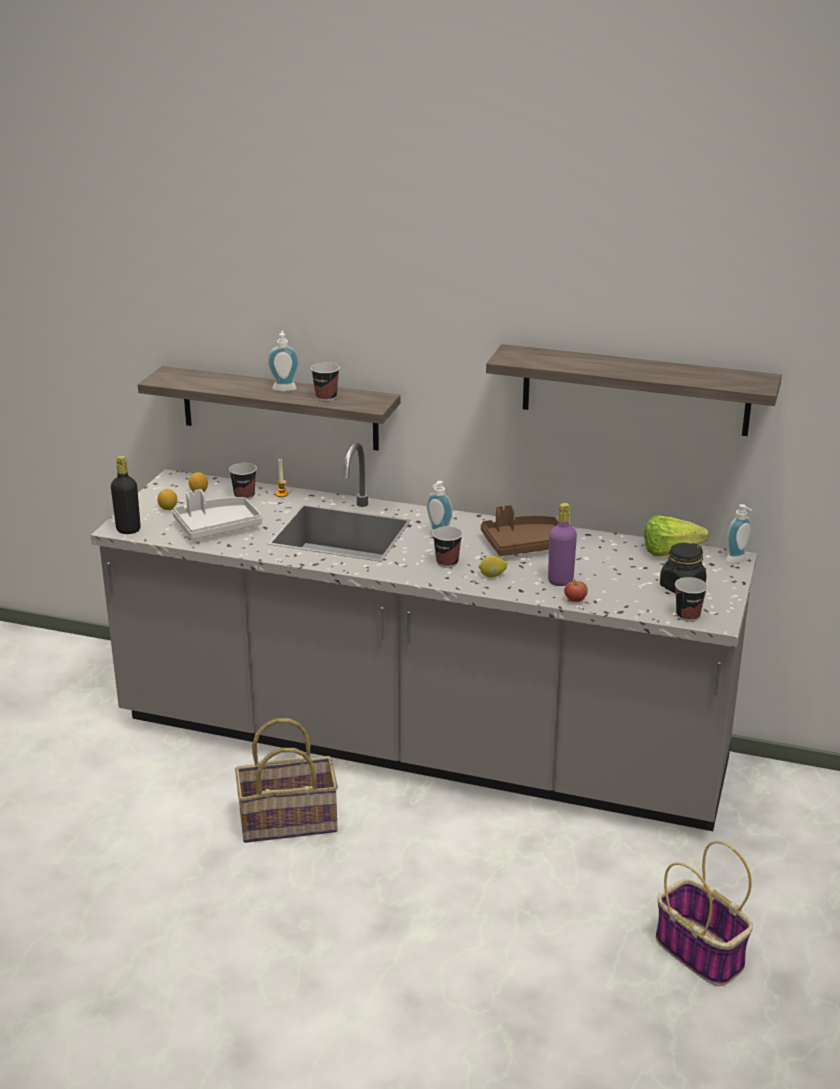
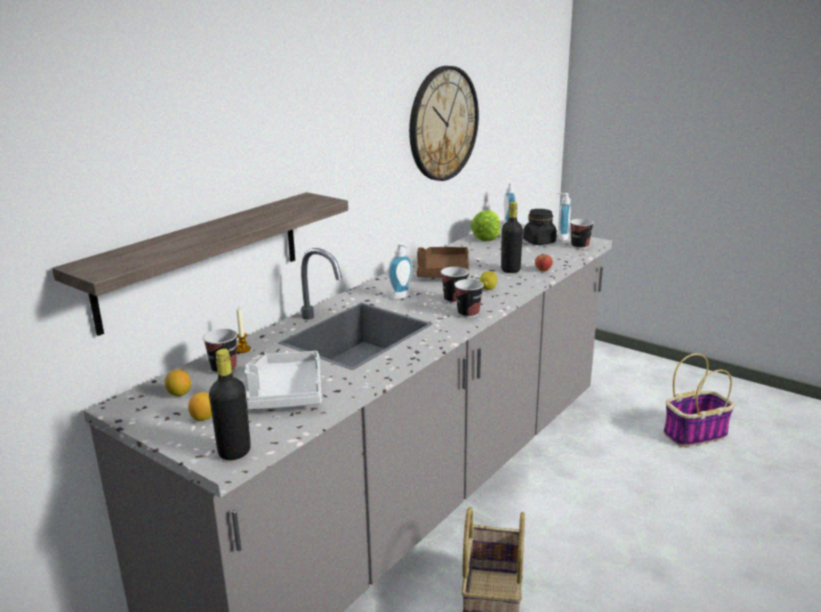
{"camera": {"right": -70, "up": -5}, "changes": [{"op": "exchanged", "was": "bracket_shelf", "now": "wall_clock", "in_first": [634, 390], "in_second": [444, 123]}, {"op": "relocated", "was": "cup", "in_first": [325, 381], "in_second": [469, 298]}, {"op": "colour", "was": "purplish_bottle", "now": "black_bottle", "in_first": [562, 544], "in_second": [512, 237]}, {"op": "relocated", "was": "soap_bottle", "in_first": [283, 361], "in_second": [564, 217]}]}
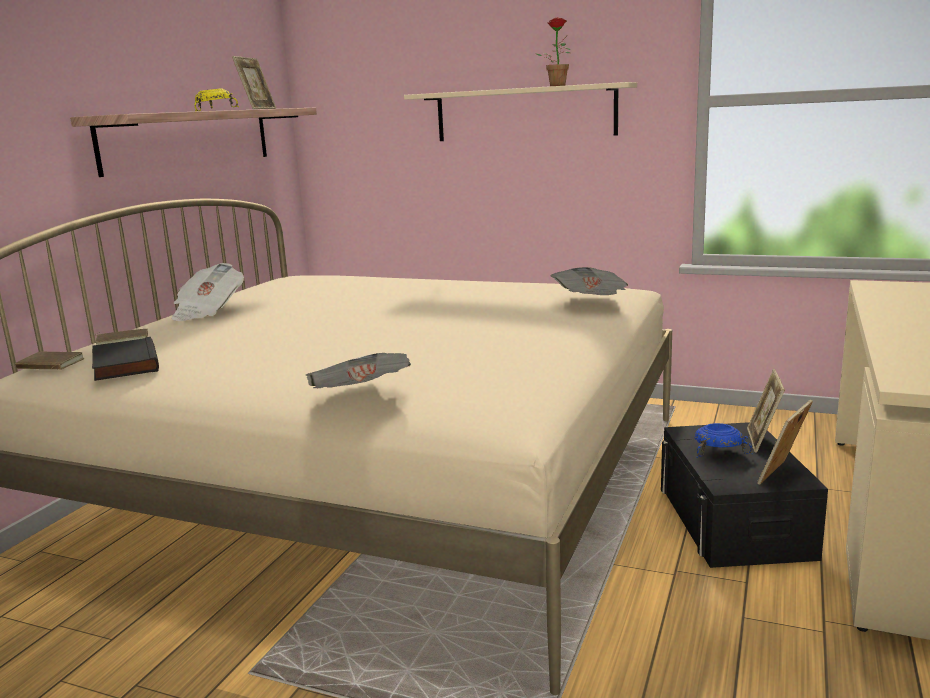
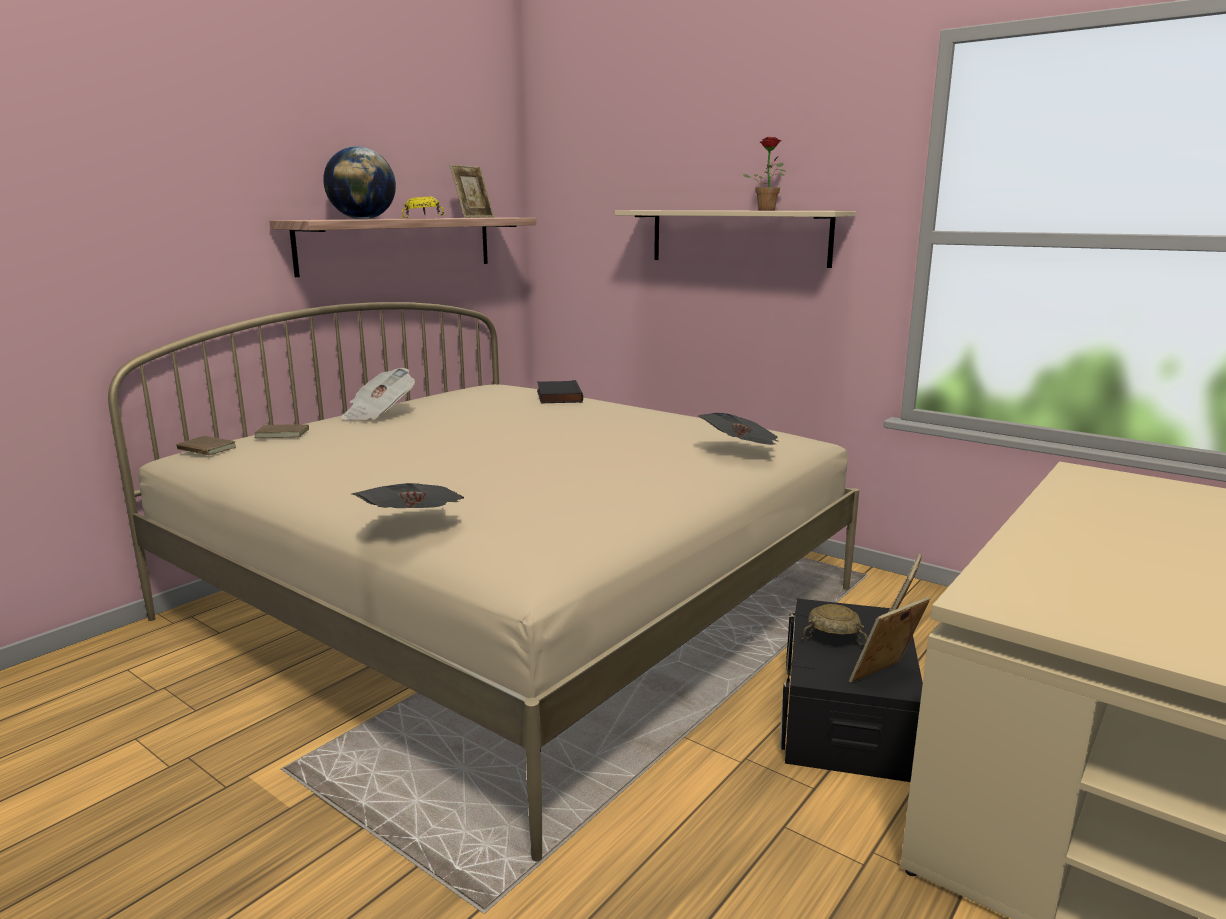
{"camera": {"right": 15, "up": 0}, "changes": [{"op": "appeared", "now": "desk_globe", "in_second": [359, 182]}, {"op": "relocated", "was": "black_book", "in_first": [125, 359], "in_second": [560, 391]}, {"op": "colour", "was": "blue_serving_bowl", "now": "beige_serving_bowl", "in_first": [723, 440], "in_second": [834, 624]}]}
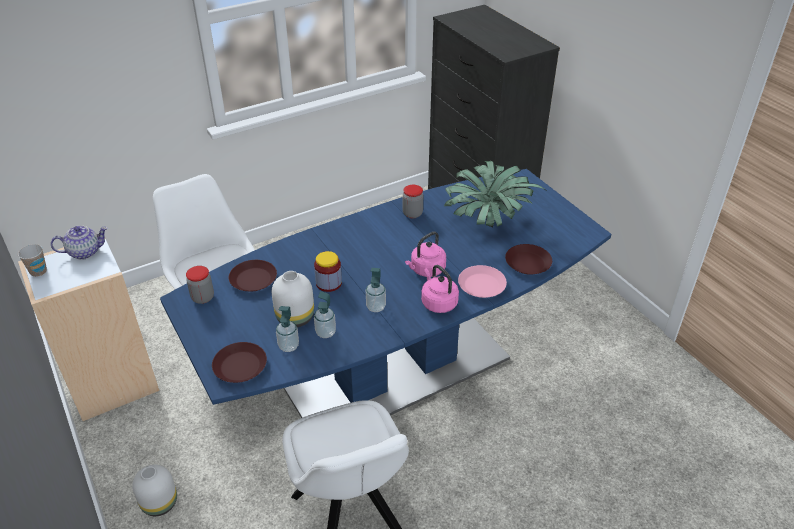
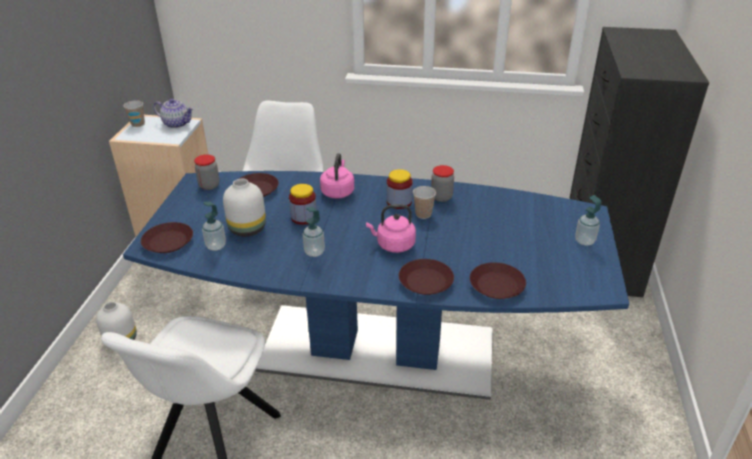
{"camera": {"right": 40, "up": -5}, "changes": [{"op": "relocated", "was": "pink-coloured_tea_kettle", "in_first": [440, 289], "in_second": [337, 176]}, {"op": "appeared", "now": "storage_jar", "in_second": [400, 189]}, {"op": "colour", "was": "pink-coloured_dinner_plate", "now": "brown_dinner_plate", "in_first": [482, 281], "in_second": [426, 277]}, {"op": "appeared", "now": "cup", "in_second": [424, 202]}, {"op": "relocated", "was": "soap_bottle", "in_first": [325, 314], "in_second": [588, 220]}, {"op": "missing", "was": "houseplant", "in_first": [495, 194]}]}
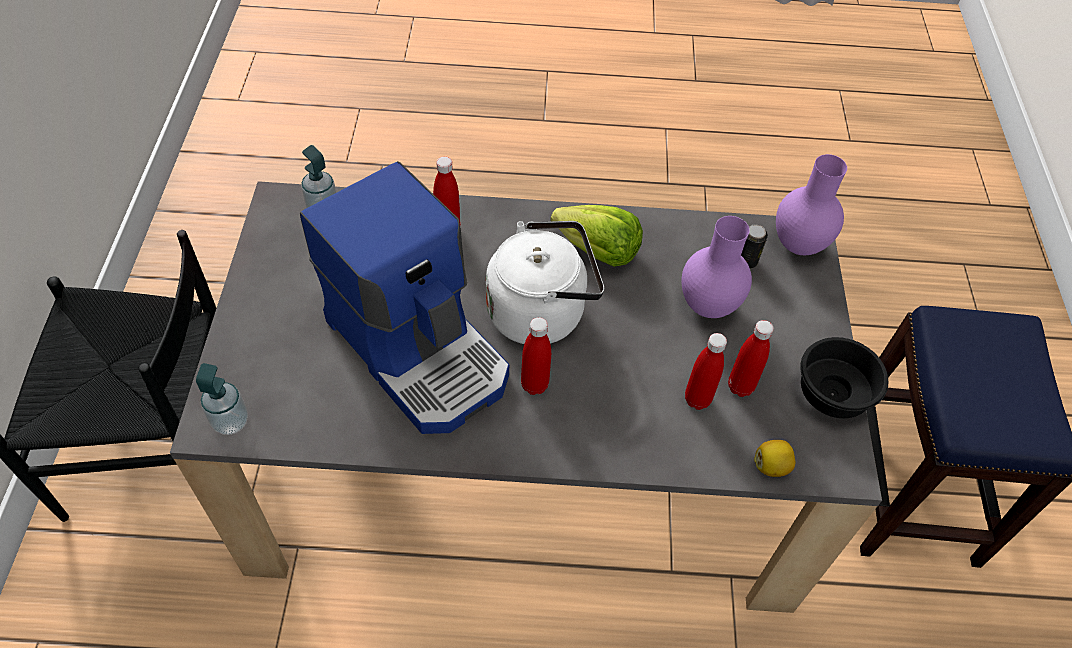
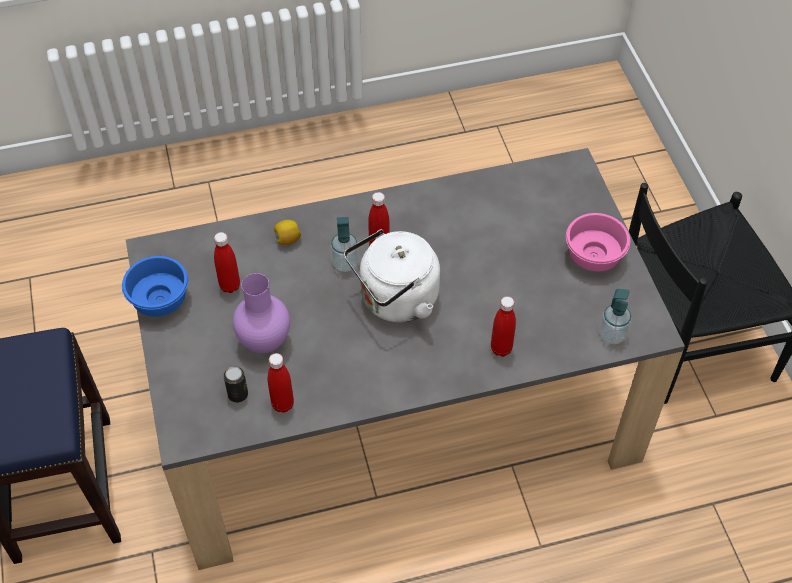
{"camera": {"right": 165, "up": 0}, "changes": [{"op": "colour", "was": "black_serving_bowl", "now": "blue_serving_bowl", "in_first": [844, 377], "in_second": [155, 286]}, {"op": "relocated", "was": "red-coloured_bottle", "in_first": [706, 371], "in_second": [281, 383]}, {"op": "relocated", "was": "lemon", "in_first": [774, 458], "in_second": [287, 232]}, {"op": "relocated", "was": "soap_bottle", "in_first": [222, 399], "in_second": [344, 244]}, {"op": "appeared", "now": "pink-coloured_serving_bowl", "in_second": [598, 242]}, {"op": "missing", "was": "coffee_maker", "in_first": [404, 297]}, {"op": "missing", "was": "head_of_lettuce", "in_first": [596, 236]}, {"op": "missing", "was": "purplish_vase", "in_first": [811, 204]}]}
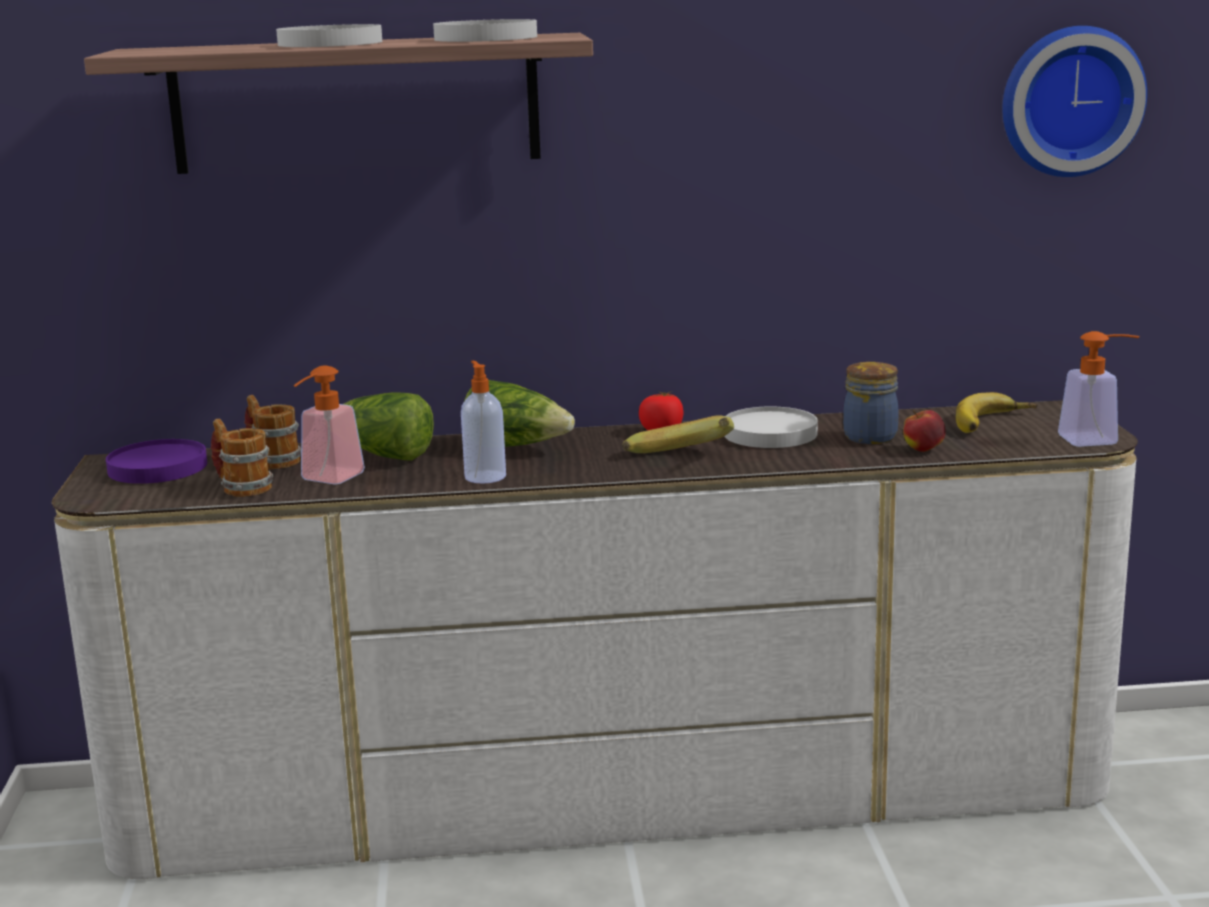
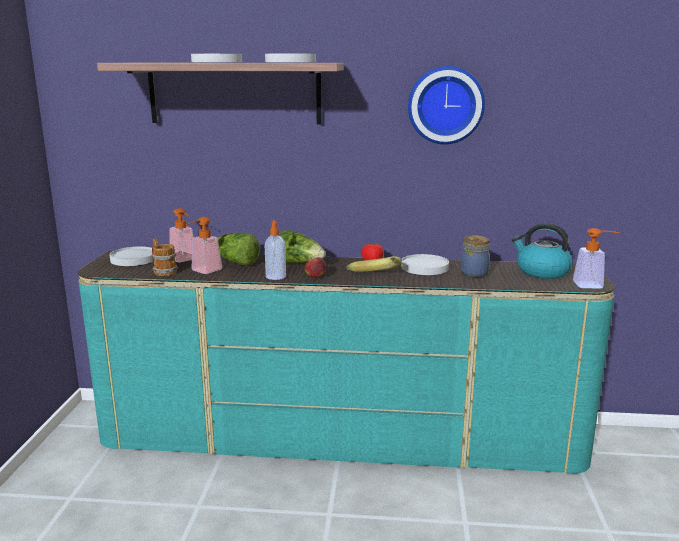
{"camera": {"right": 10, "up": 0}, "changes": [{"op": "colour", "was": "white-coloured_storage_cabinet", "now": "turquoise_storage_cabinet", "in_first": [595, 639], "in_second": [346, 362]}, {"op": "colour", "was": "purplish_dinner_plate", "now": "white-coloured_dinner_plate", "in_first": [156, 461], "in_second": [131, 256]}, {"op": "exchanged", "was": "tea_mug", "now": "soap_bottle", "in_first": [273, 432], "in_second": [181, 235]}, {"op": "relocated", "was": "whole_apple", "in_first": [924, 431], "in_second": [315, 267]}, {"op": "relocated", "was": "wall_clock", "in_first": [1074, 101], "in_second": [446, 105]}, {"op": "exchanged", "was": "banana_fruit", "now": "tea_kettle", "in_first": [996, 412], "in_second": [542, 251]}]}
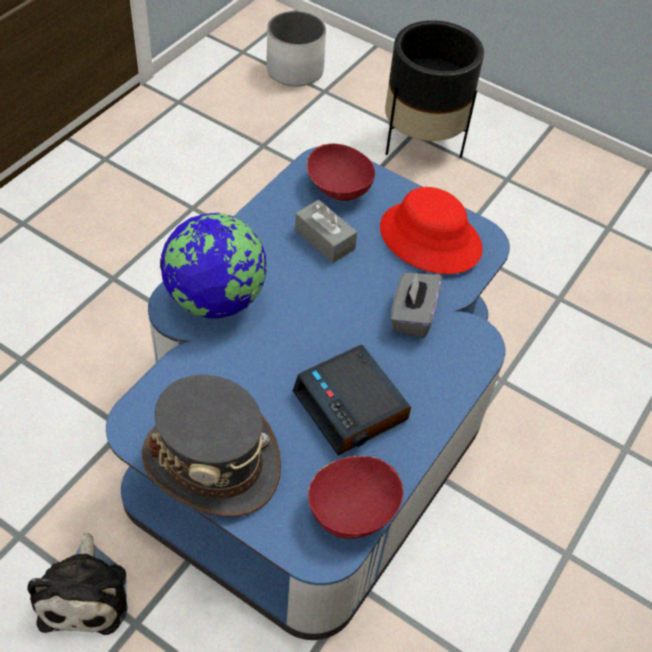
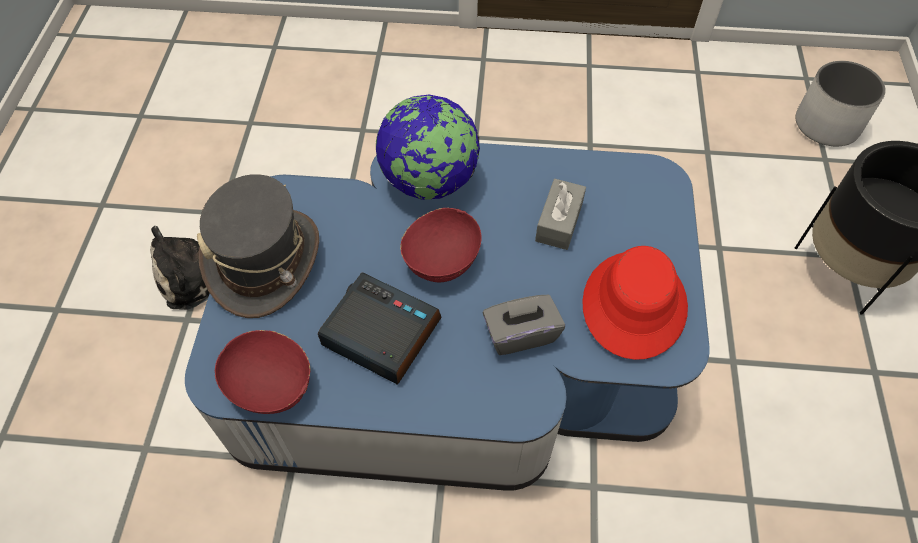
{"camera": {"right": 65, "up": 5}, "changes": [{"op": "spun", "was": "bedside_clock", "in_first": [352, 400], "in_second": [380, 328], "clockwise": 90}, {"op": "relocated", "was": "red-coloured_serving_bowl", "in_first": [341, 172], "in_second": [441, 245]}]}
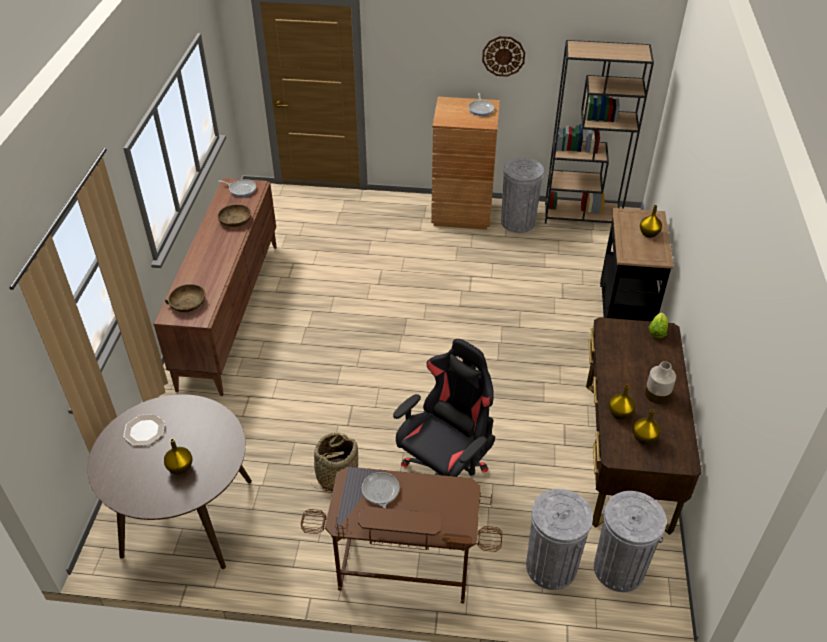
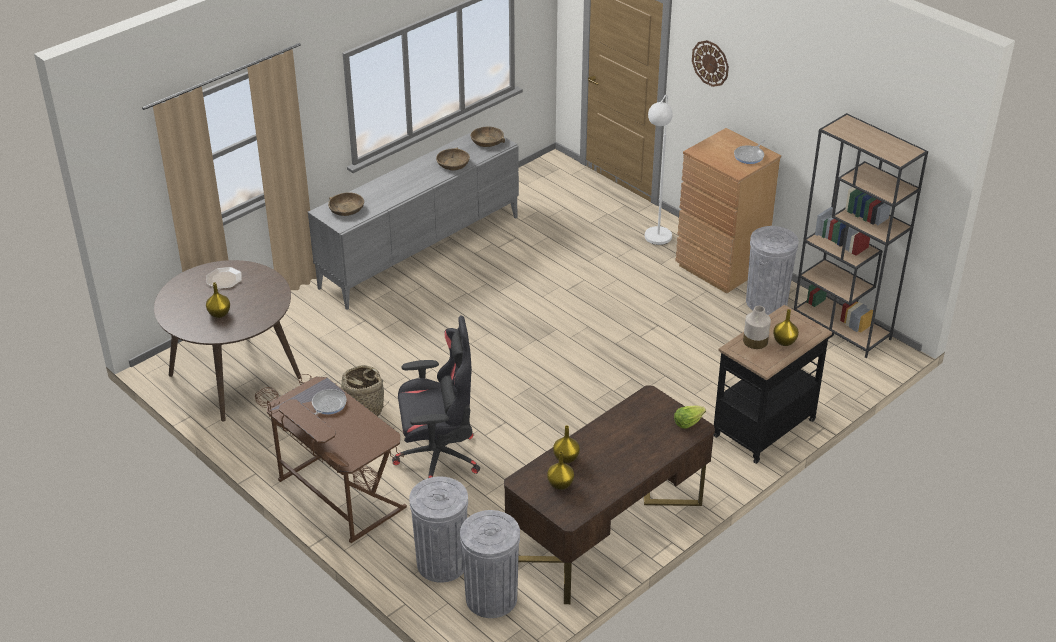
{"camera": {"right": 40, "up": -5}, "changes": [{"op": "colour", "was": "brown_storage_cabinet", "now": "gray_storage_cabinet", "in_first": [215, 287], "in_second": [413, 218]}, {"op": "exchanged", "was": "frying_pan", "now": "brown_serving_bowl", "in_first": [237, 188], "in_second": [487, 136]}, {"op": "appeared", "now": "white-coloured_standing_lamp", "in_second": [659, 170]}, {"op": "relocated", "was": "wall_clock", "in_first": [503, 56], "in_second": [710, 63]}, {"op": "relocated", "was": "beige_vase", "in_first": [660, 382], "in_second": [757, 327]}]}
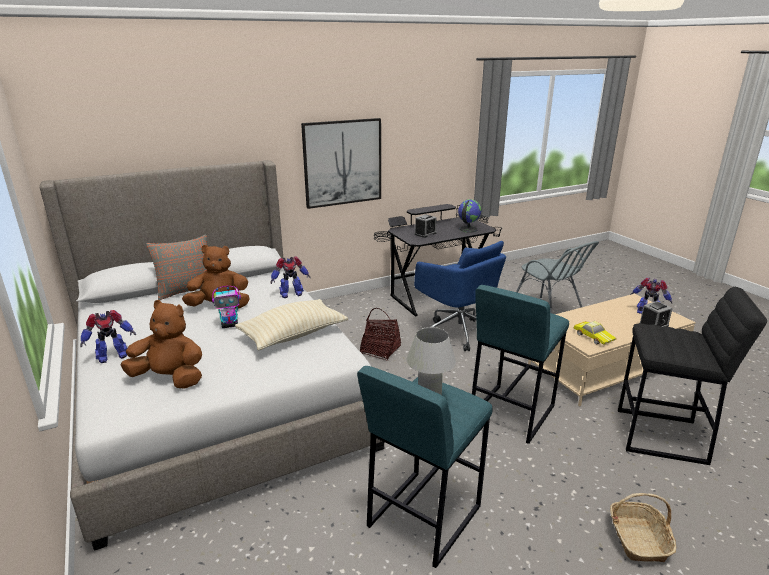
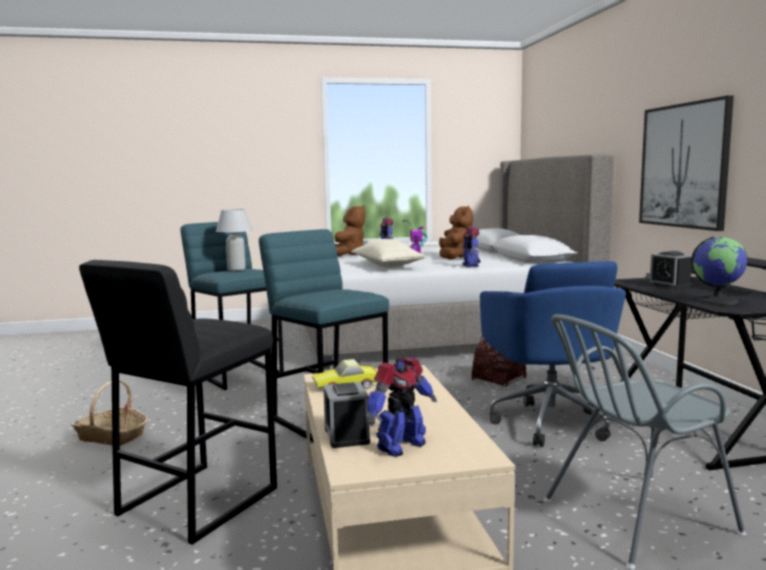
{"camera": {"right": 105, "up": -15}, "changes": [{"op": "spun", "was": "blue_office_chair", "in_first": [460, 296], "in_second": [553, 354], "clockwise": -75}, {"op": "missing", "was": "gray_throw_pillow", "in_first": [176, 267]}]}
